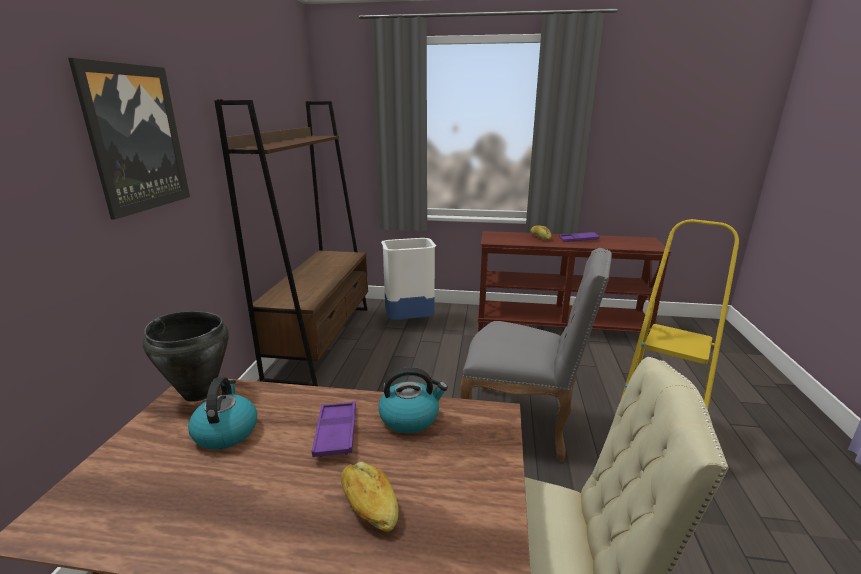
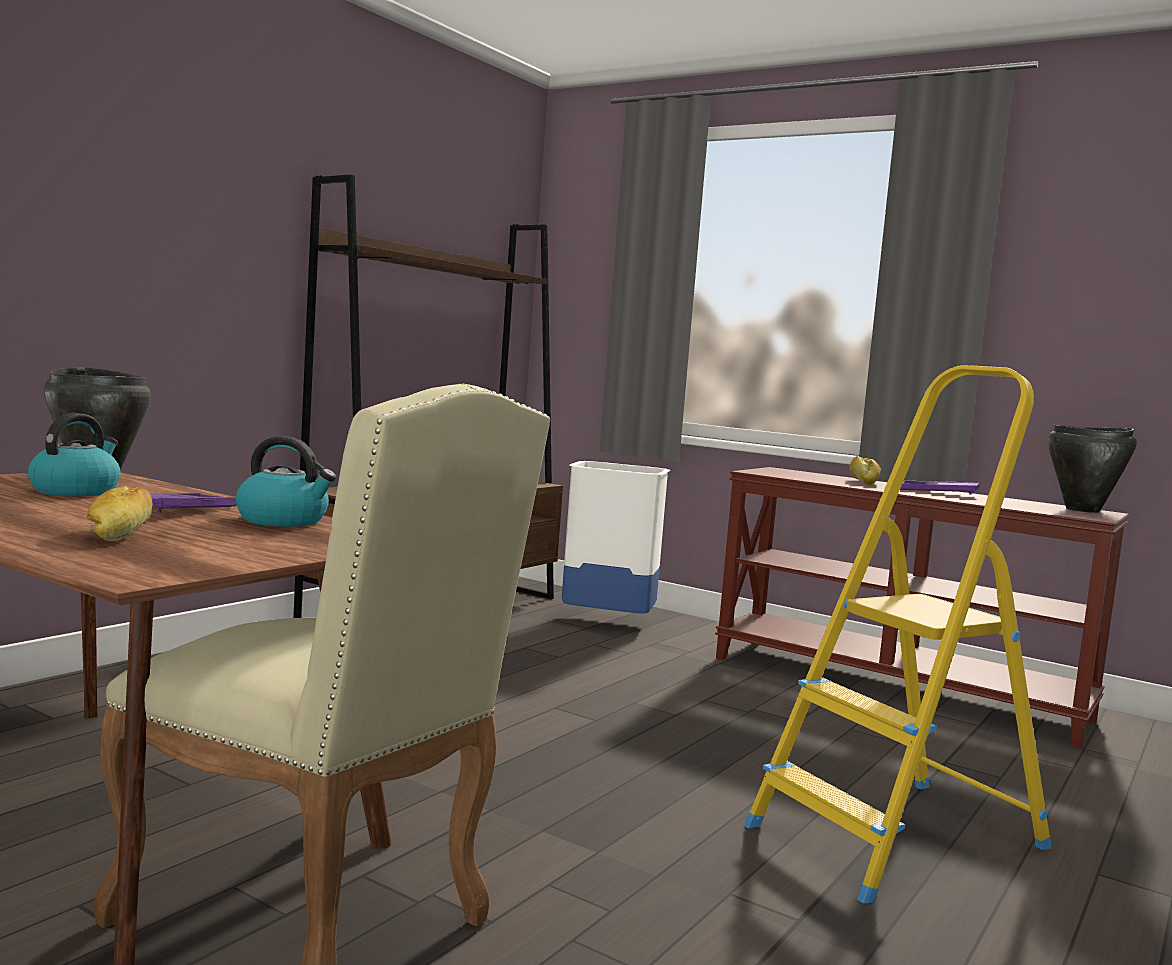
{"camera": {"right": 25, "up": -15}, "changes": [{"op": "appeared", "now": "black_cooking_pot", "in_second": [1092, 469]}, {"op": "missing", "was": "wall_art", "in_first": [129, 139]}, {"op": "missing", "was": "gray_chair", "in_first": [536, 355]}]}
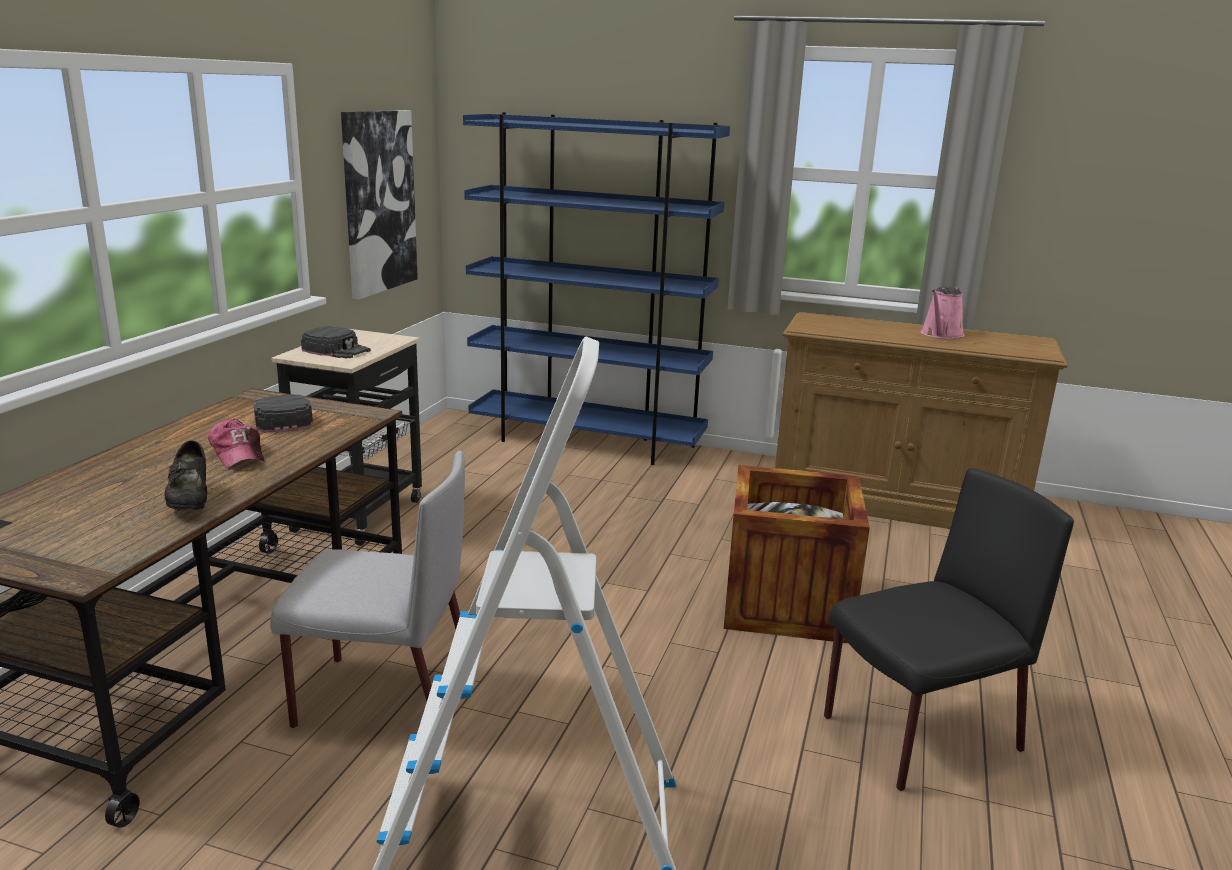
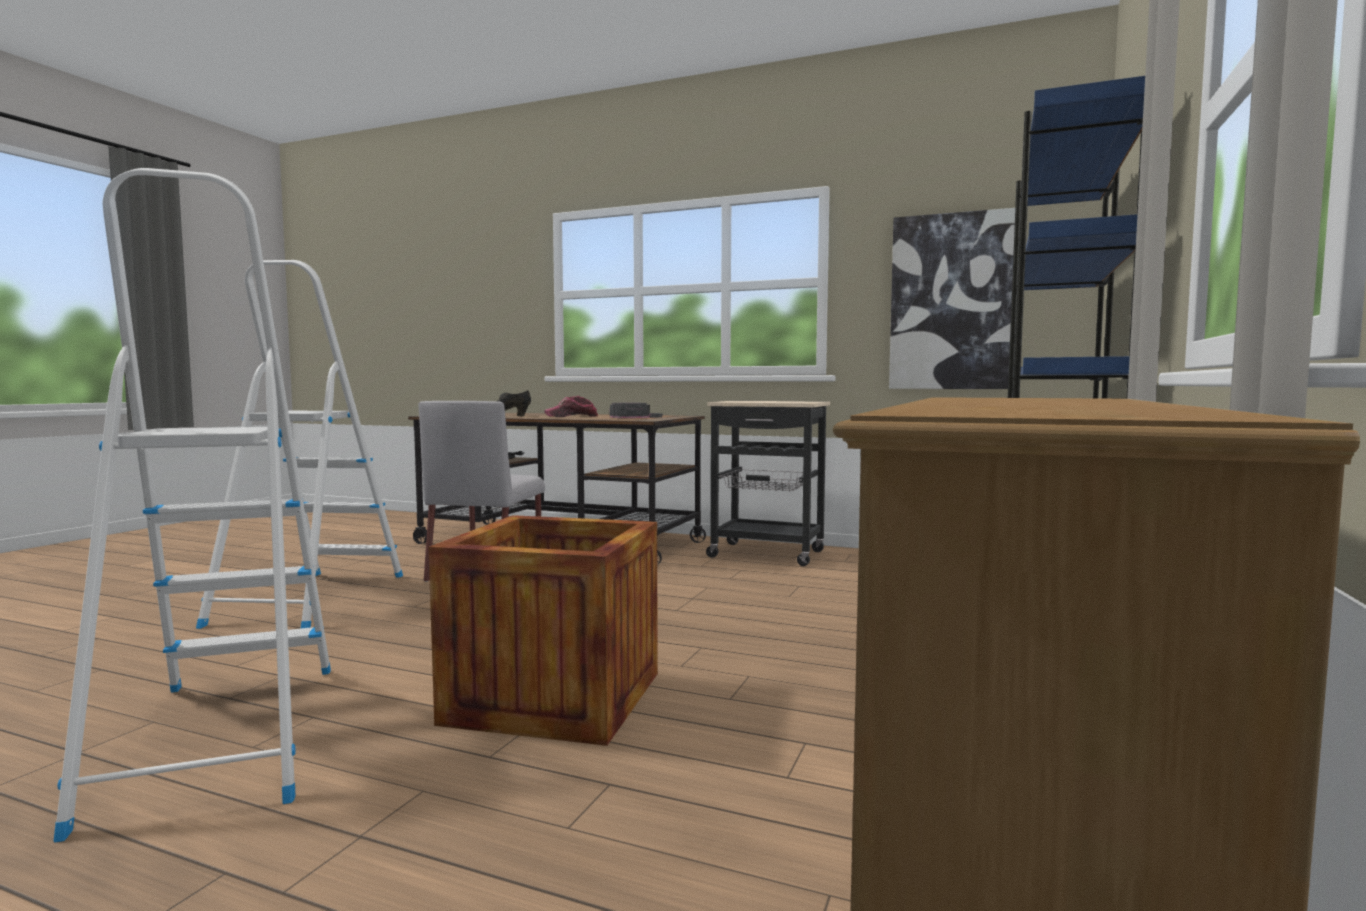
{"camera": {"right": 95, "up": -15}, "changes": [{"op": "exchanged", "was": "black_chair", "now": "white-coloured_stepladder", "in_first": [949, 629], "in_second": [192, 505]}, {"op": "missing", "was": "black_baseball_cap", "in_first": [336, 342]}, {"op": "missing", "was": "pink-coloured_watering_can", "in_first": [943, 312]}]}
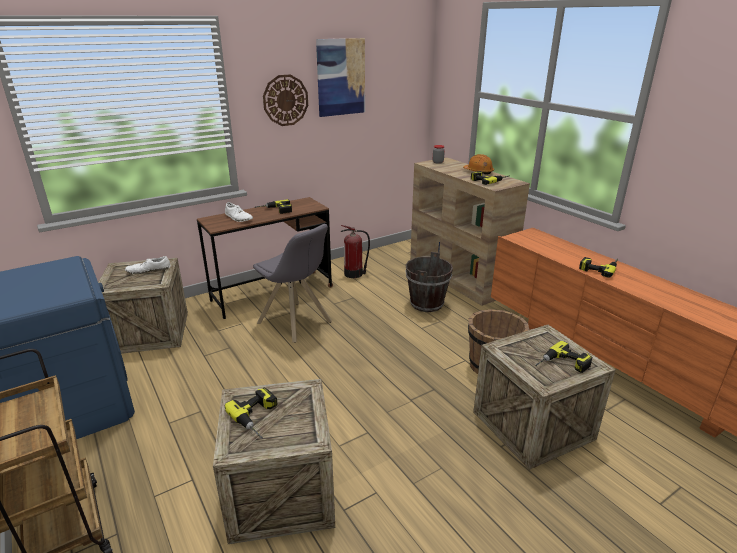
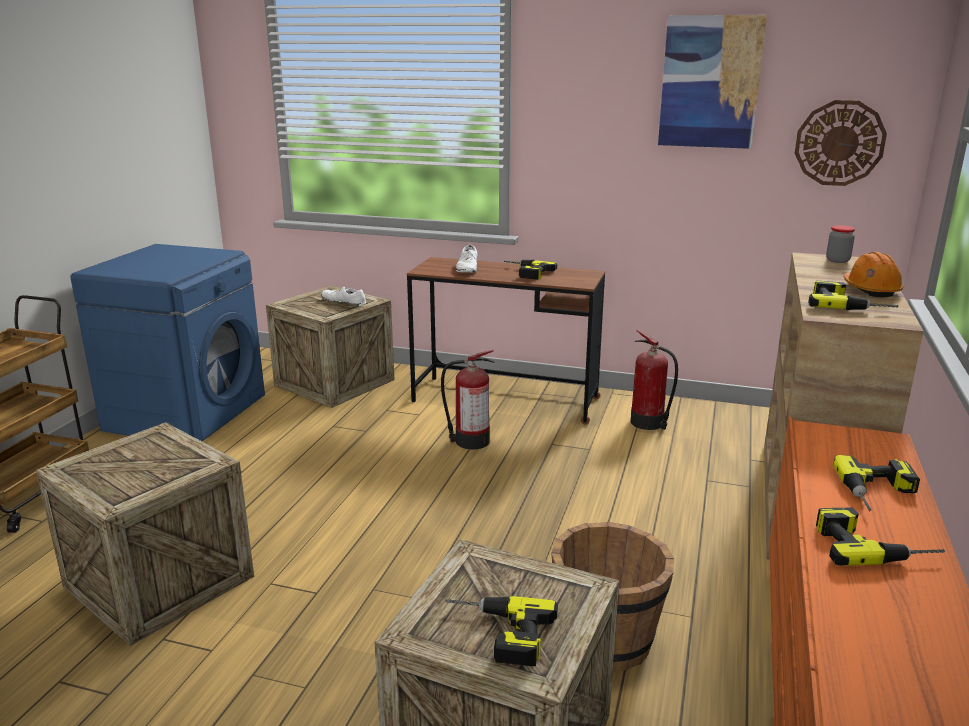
{"camera": {"right": 50, "up": -5}, "changes": [{"op": "exchanged", "was": "gray_chair", "now": "fire_extinguisher", "in_first": [292, 283], "in_second": [468, 399]}, {"op": "relocated", "was": "wall_clock", "in_first": [285, 100], "in_second": [841, 143]}, {"op": "relocated", "was": "electric_drill", "in_first": [251, 413], "in_second": [876, 483]}, {"op": "missing", "was": "brown_water_bucket", "in_first": [429, 282]}]}
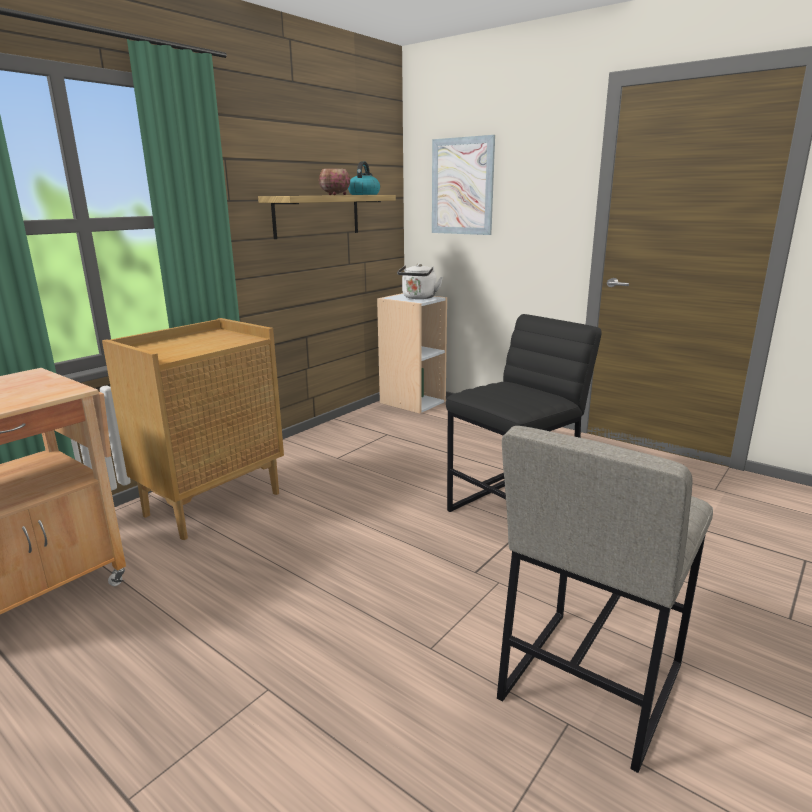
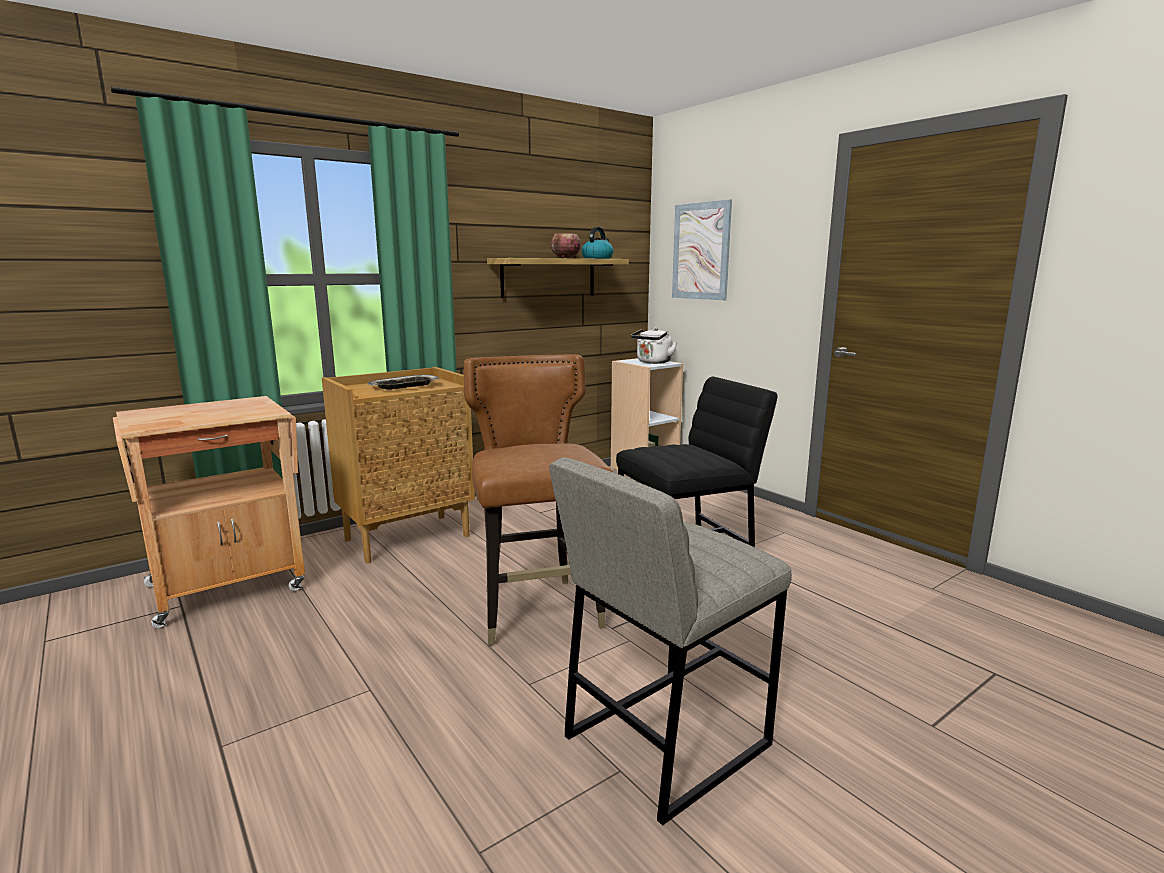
{"camera": {"right": 15, "up": -5}, "changes": [{"op": "appeared", "now": "serving_tray", "in_second": [404, 382]}, {"op": "appeared", "now": "brown_chair", "in_second": [538, 500]}]}
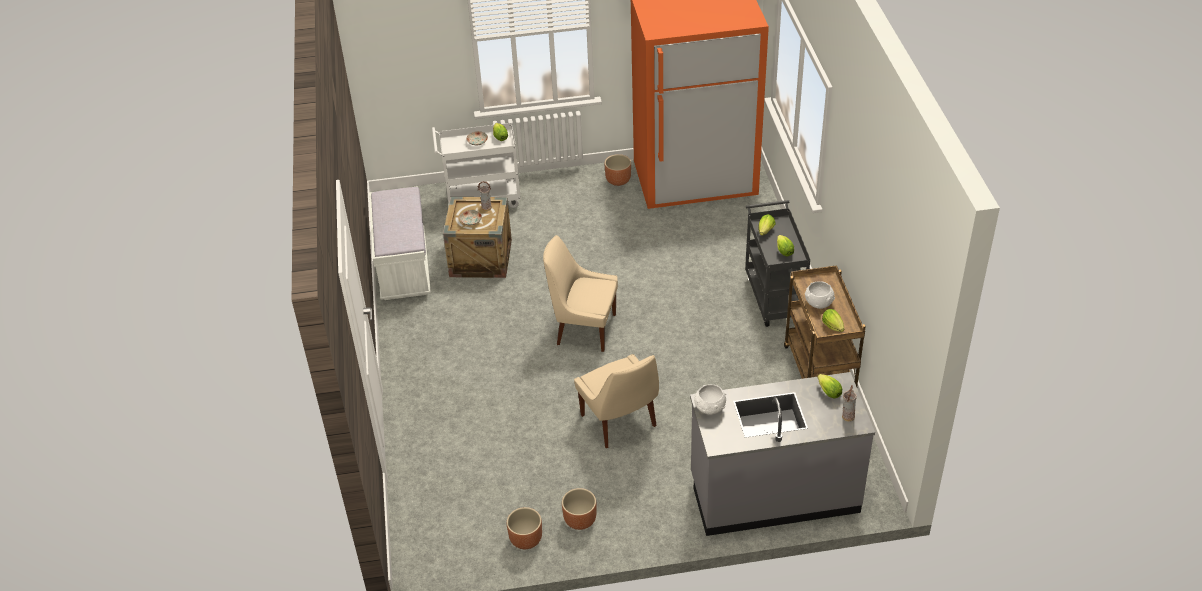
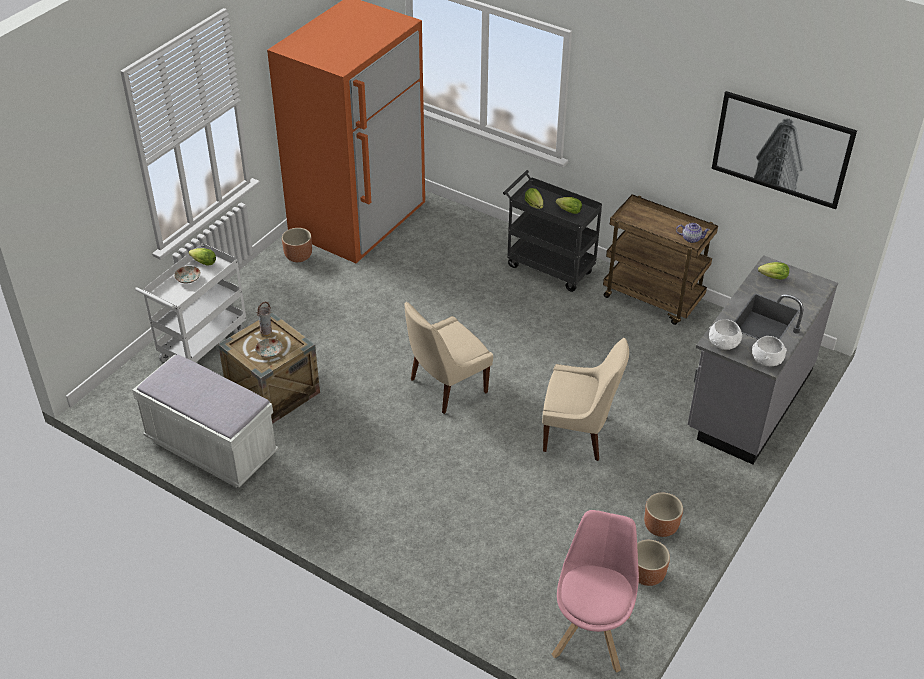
{"camera": {"right": -50, "up": 0}, "changes": [{"op": "appeared", "now": "pink-coloured_chair", "in_second": [595, 591]}, {"op": "exchanged", "was": "head_of_lettuce", "now": "pot_for_tea", "in_first": [833, 320], "in_second": [693, 233]}, {"op": "appeared", "now": "wall_art", "in_second": [784, 150]}, {"op": "relocated", "was": "white-coloured_serving_bowl", "in_first": [820, 295], "in_second": [769, 351]}, {"op": "missing", "was": "vase", "in_first": [849, 403]}]}
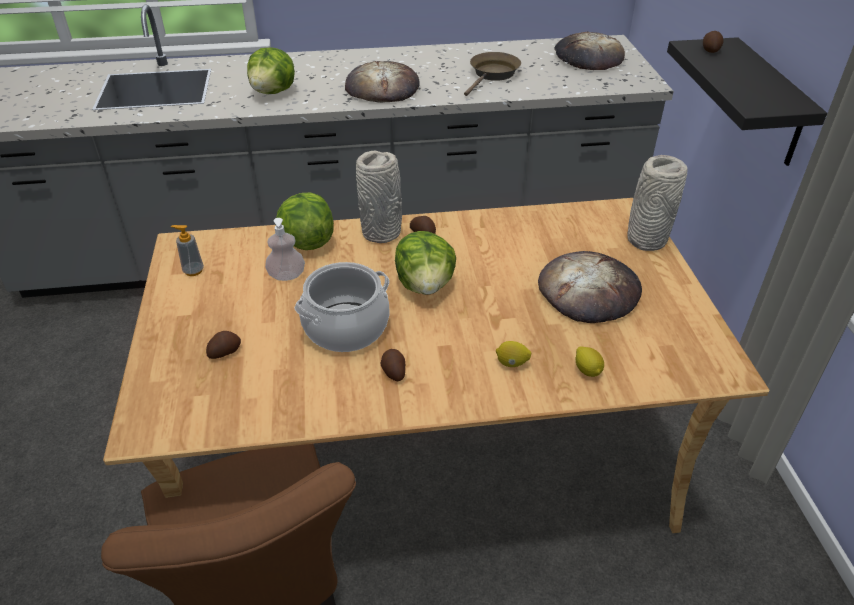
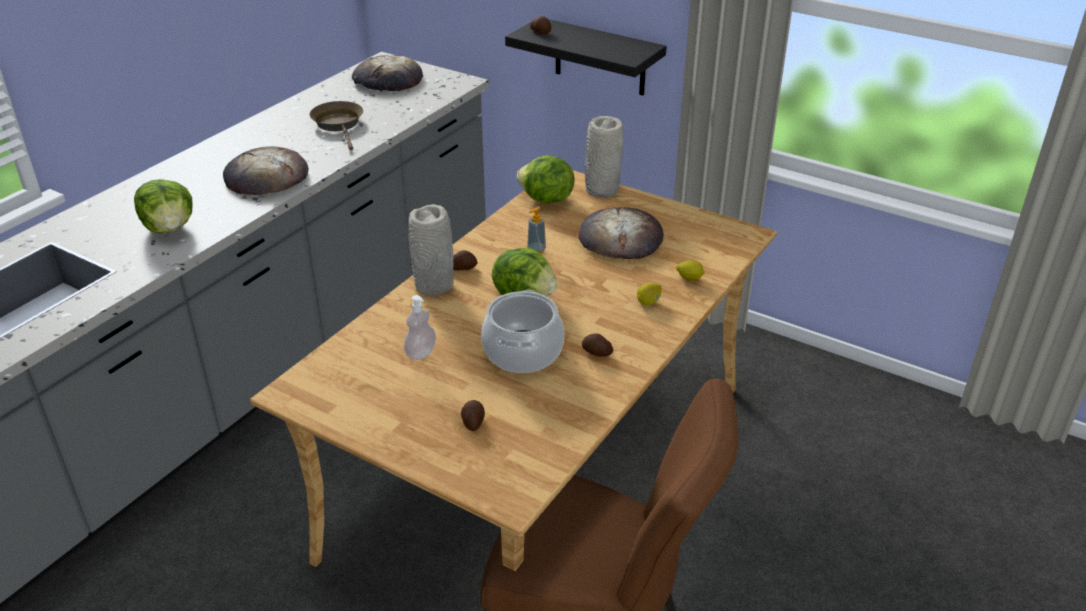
{"camera": {"right": -50, "up": -5}, "changes": [{"op": "relocated", "was": "head_of_lettuce", "in_first": [304, 221], "in_second": [545, 180]}, {"op": "relocated", "was": "soap_bottle", "in_first": [187, 250], "in_second": [536, 230]}]}
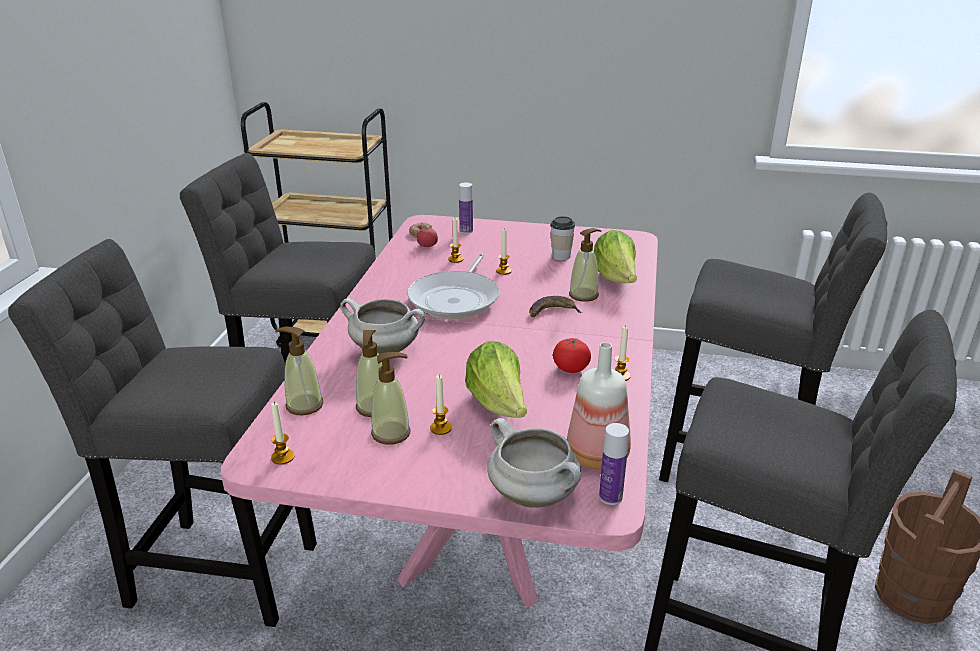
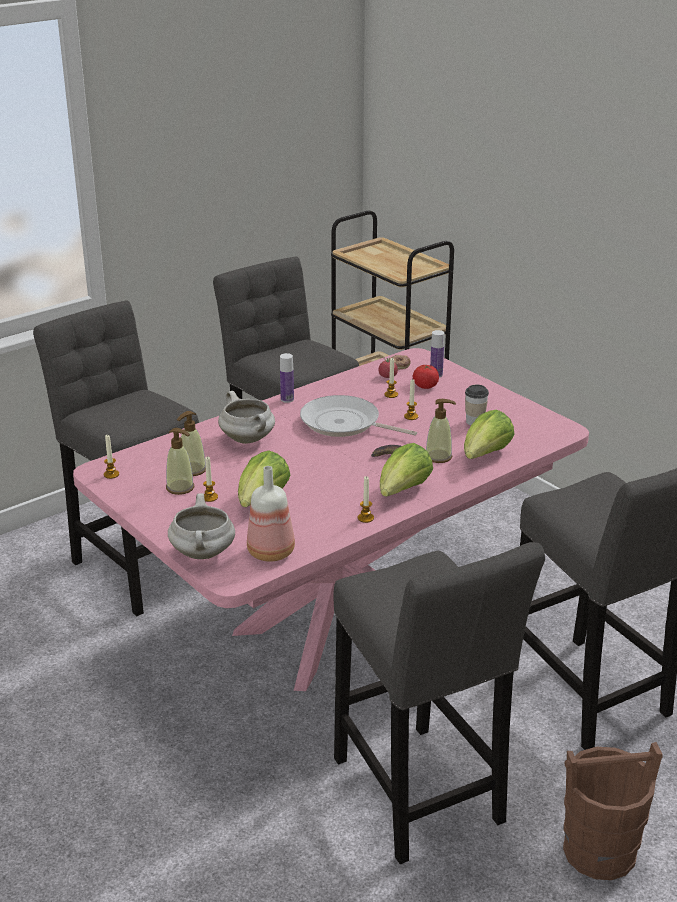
{"camera": {"right": 40, "up": 0}, "changes": [{"op": "relocated", "was": "bottle", "in_first": [614, 464], "in_second": [287, 378]}, {"op": "spun", "was": "frying_pan", "in_first": [453, 286], "in_second": [358, 416], "clockwise": 60}, {"op": "appeared", "now": "head_of_lettuce", "in_second": [406, 470]}, {"op": "relocated", "was": "fresh_tomato", "in_first": [572, 355], "in_second": [426, 376]}, {"op": "missing", "was": "soap_bottle", "in_first": [299, 371]}]}
